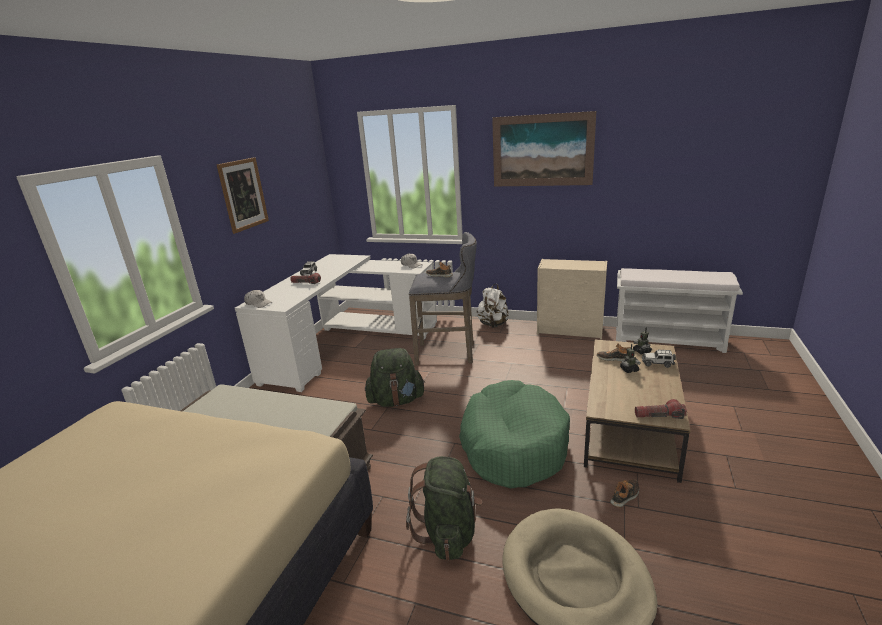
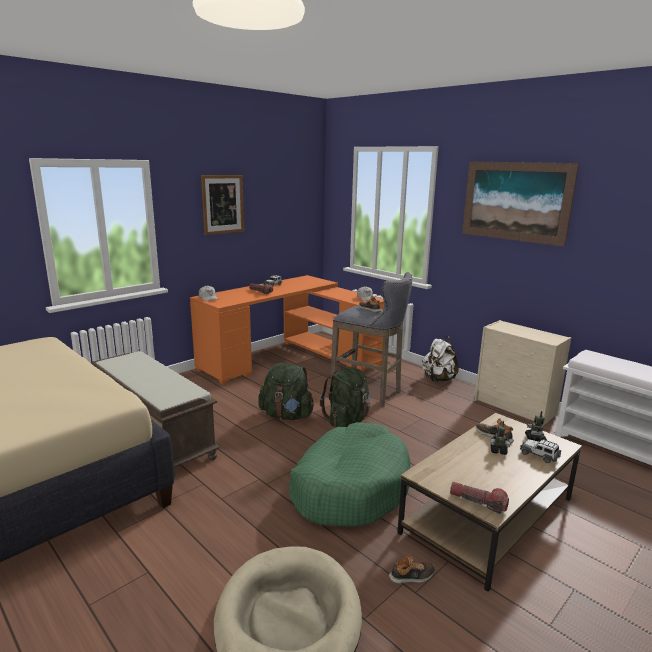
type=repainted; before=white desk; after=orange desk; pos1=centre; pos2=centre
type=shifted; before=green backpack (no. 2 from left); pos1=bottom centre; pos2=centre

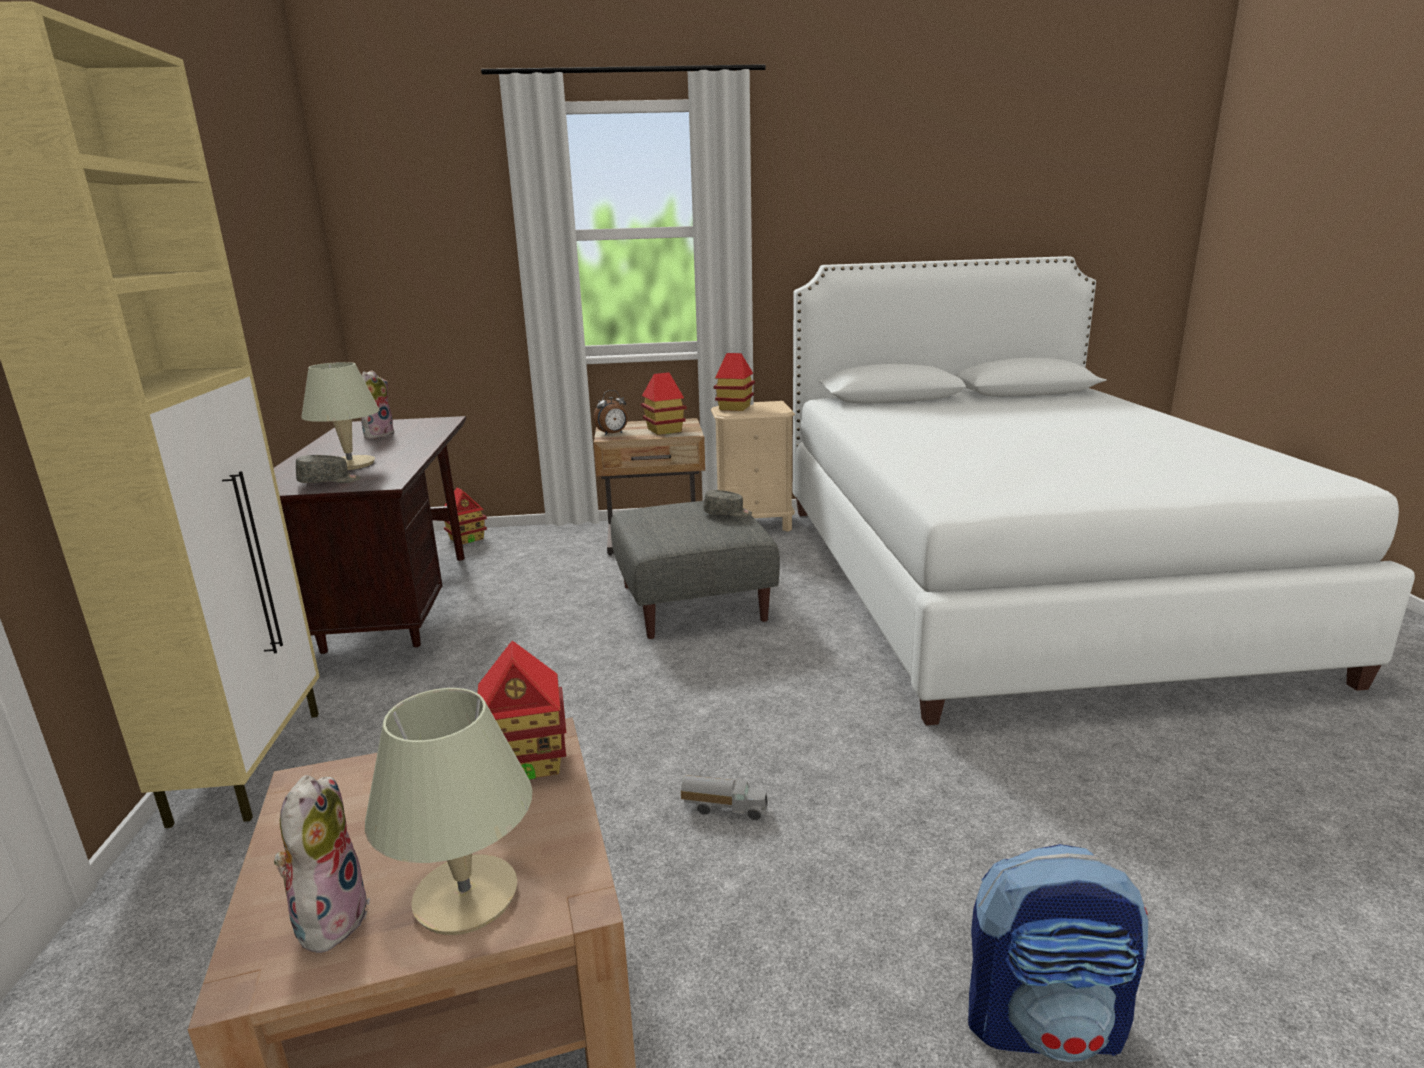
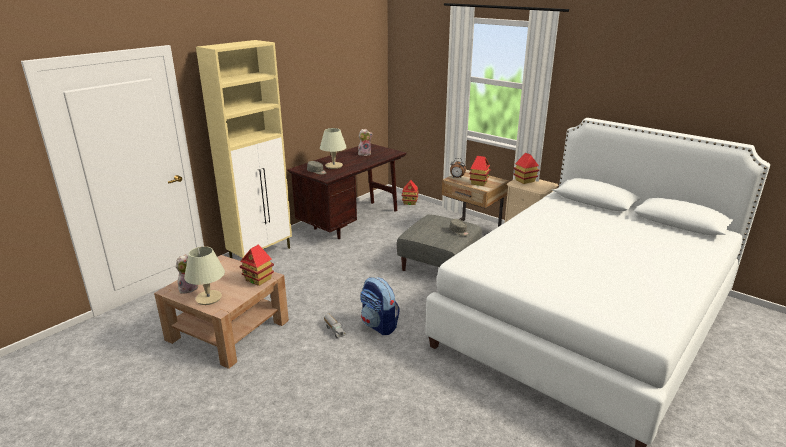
type=shifted; before=backpack; pos1=bottom right; pos2=bottom centre

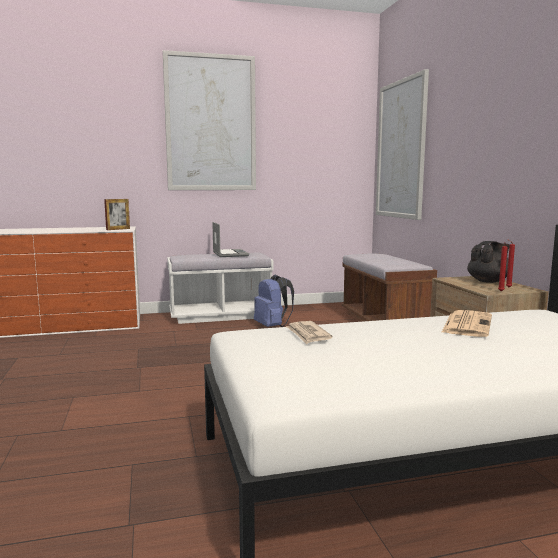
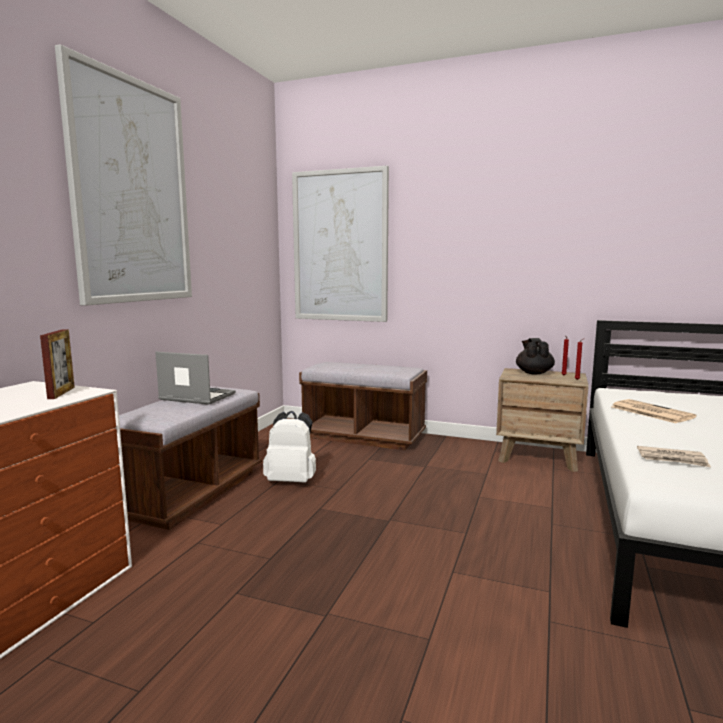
type=repainted; before=white bench; after=brown bench (no. 1 from left); pos1=centre; pos2=middle left
type=repainted; before=blue backpack; after=white backpack; pos1=centre; pos2=centre

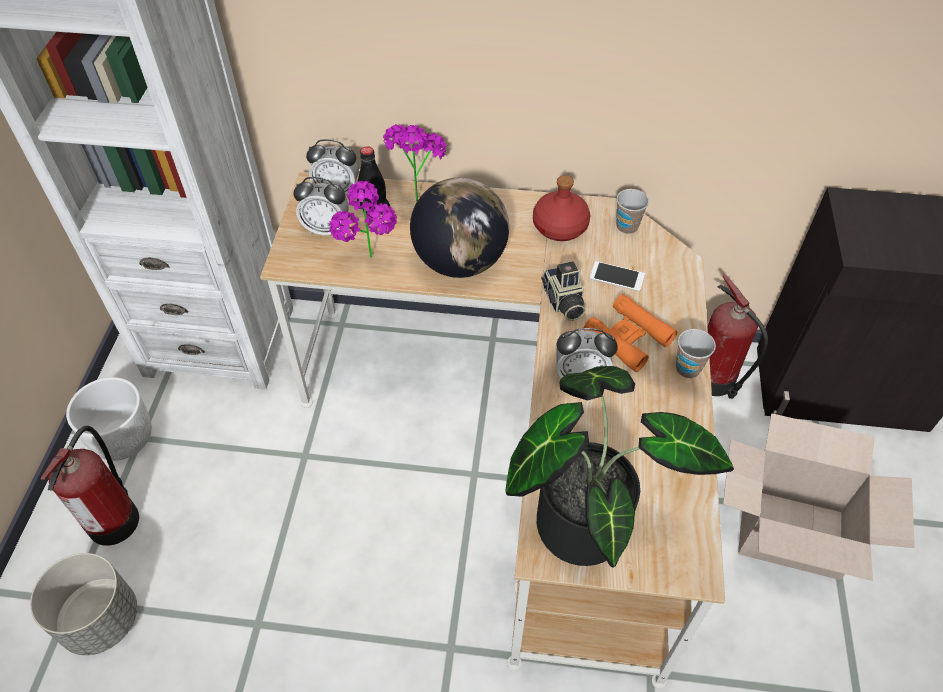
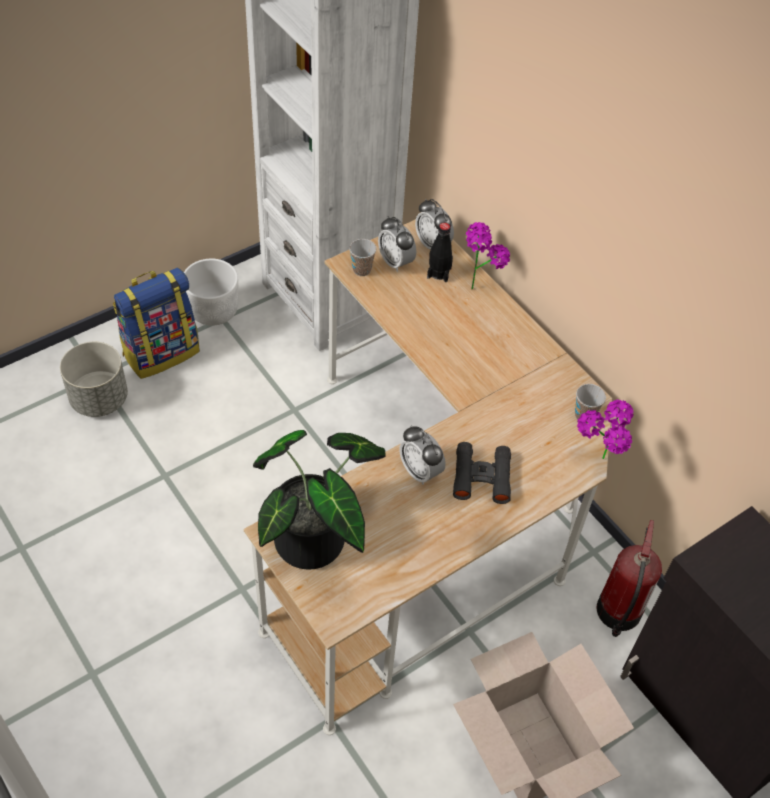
type=swapped; before=fire extinguisher (no. 1 from left); after=backpack; pos1=bottom left; pos2=middle left
type=shifted; before=potted plant (no. 1 from left in the first image); after=potted plant (no. 3 from left); pos1=top centre; pos2=middle right
type=gone; before=globe; pos1=top centre
type=gone; before=red bottle; pos1=top centre
type=gone; before=photo camera; pos1=centre
type=repainted; before=orange binoculars; after=black binoculars; pos1=middle right; pos2=centre
type=gone; before=phone; pos1=centre
type=shifted; before=cup (no. 2 from left in the first image); after=cup (no. 1 from left); pos1=middle right; pos2=top centre

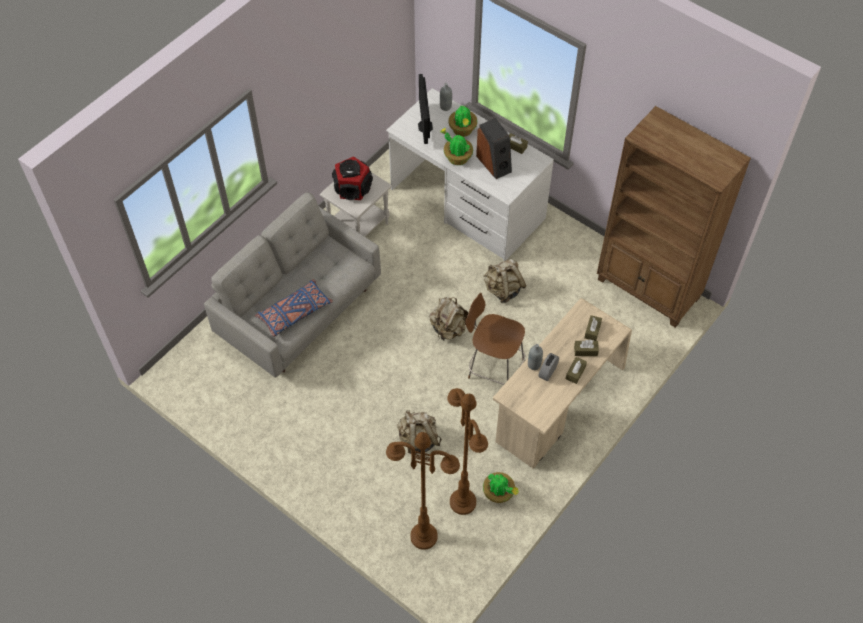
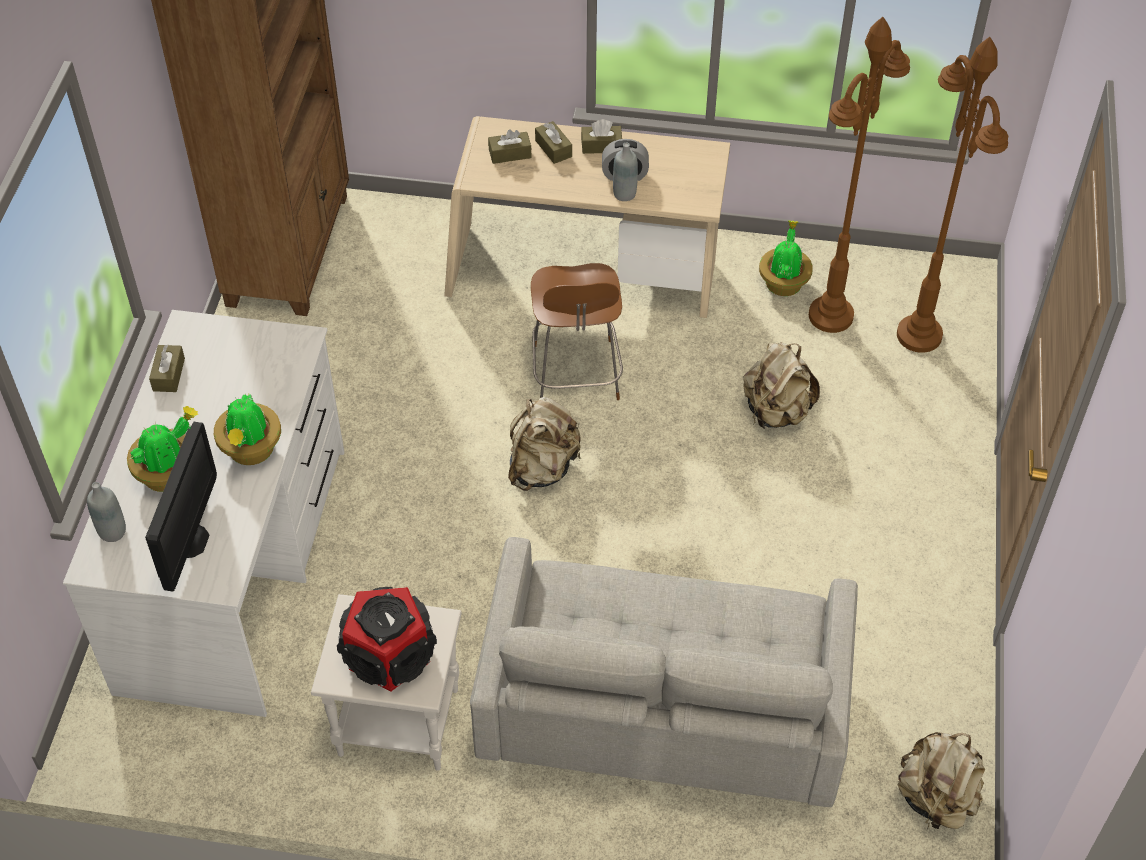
type=gone; before=blue pillow; pos1=centre
type=rotated; before=monitor; pos1=top centre; pos2=middle left; turn=-45
type=gone; before=speaker (no. 2 from left); pos1=top centre
type=shifted; before=beige backpack (no. 3 from left); pos1=centre; pos2=bottom right

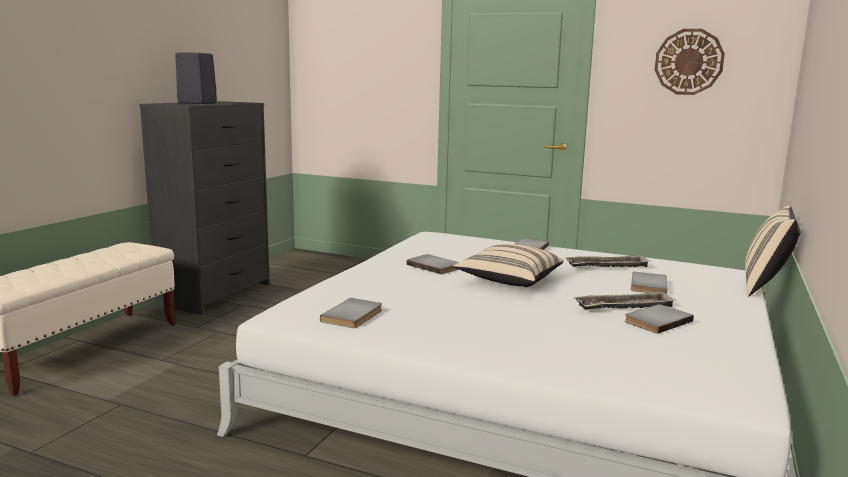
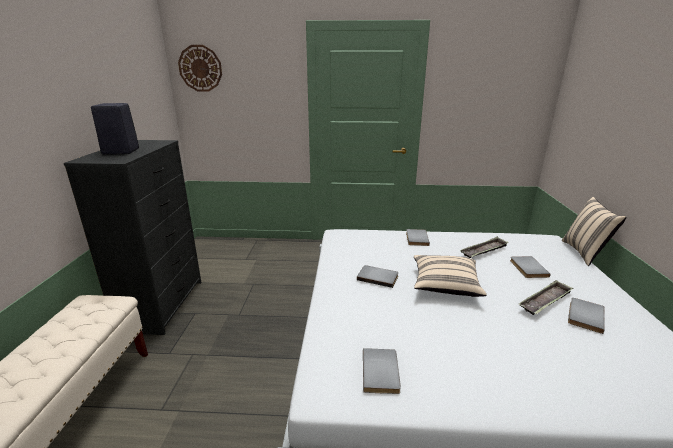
type=shifted; before=wall clock; pos1=top right; pos2=top left

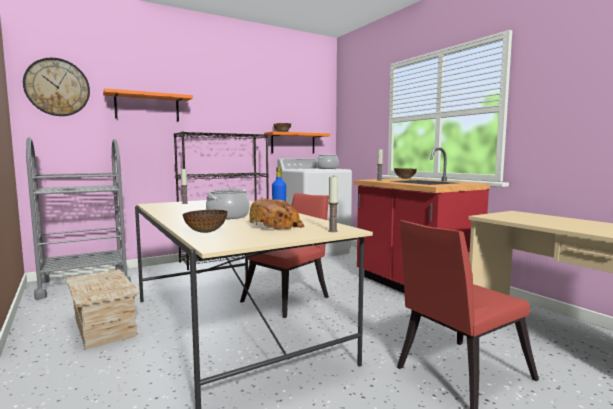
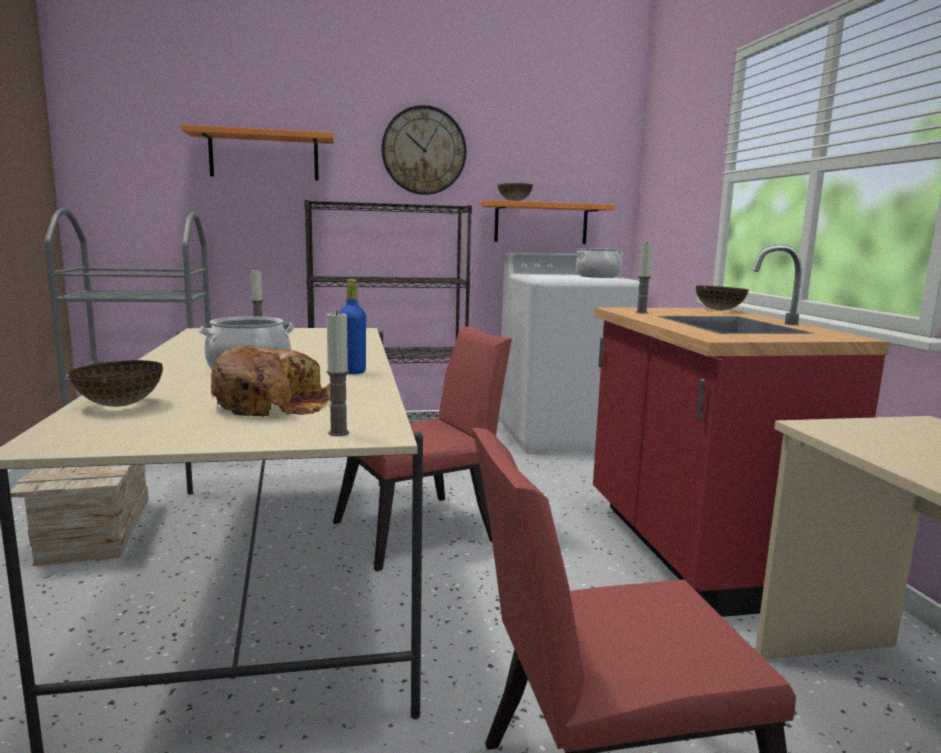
type=shifted; before=wall clock; pos1=top left; pos2=top centre

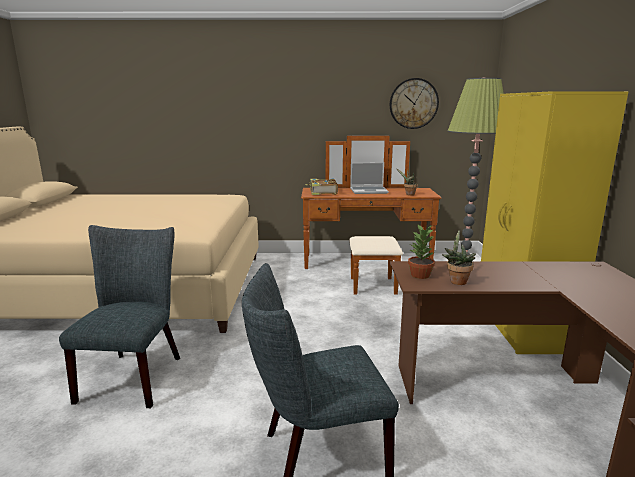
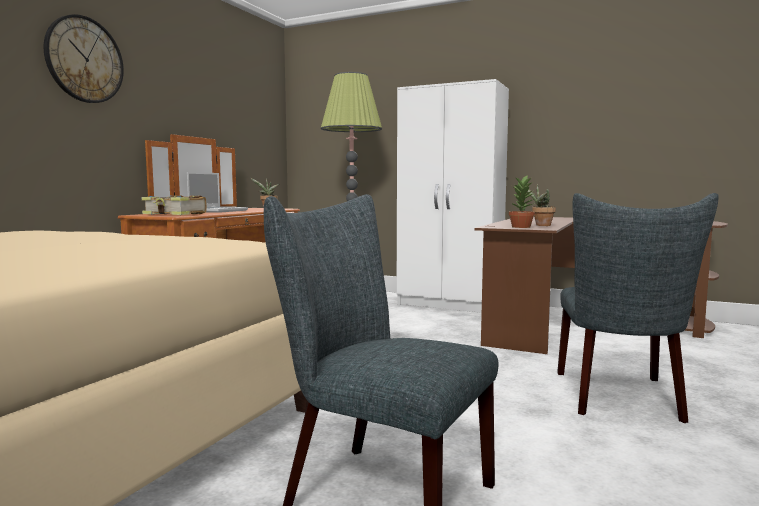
type=shifted; before=wall clock; pos1=top centre; pos2=top left
type=repainted; before=yellow wardrobe; after=white wardrobe; pos1=middle right; pos2=centre

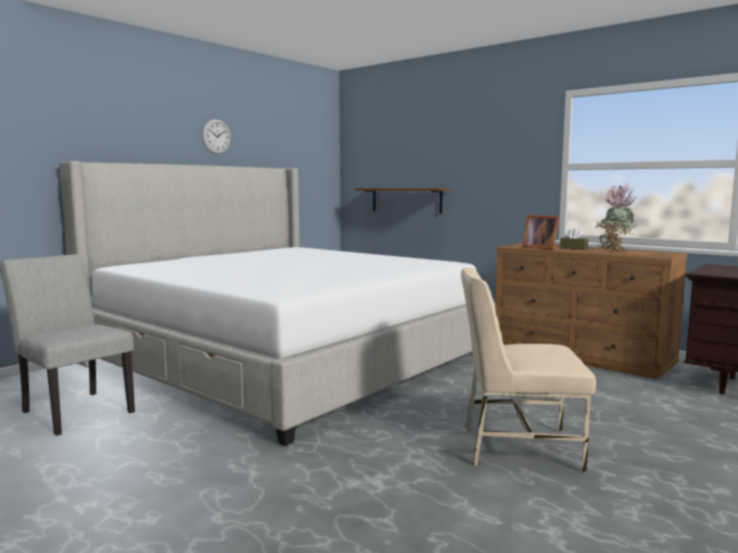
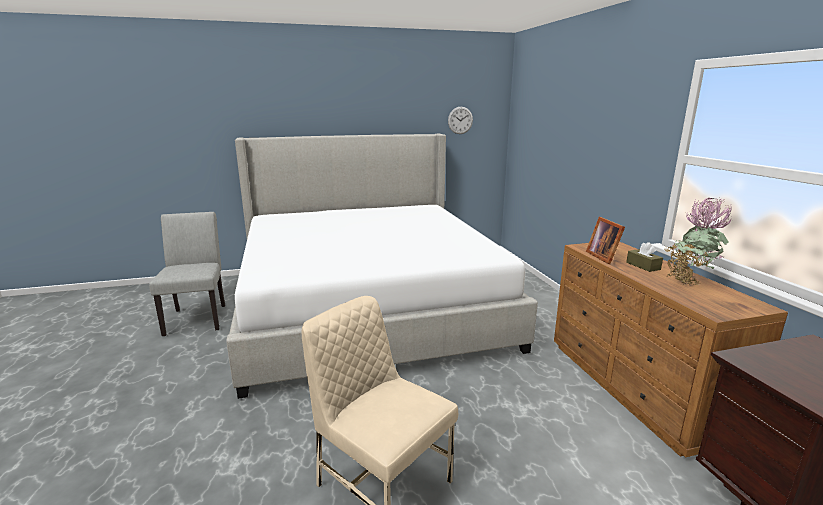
type=shifted; before=wall clock; pos1=top left; pos2=top centre
type=gone; before=brown shelf; pos1=centre

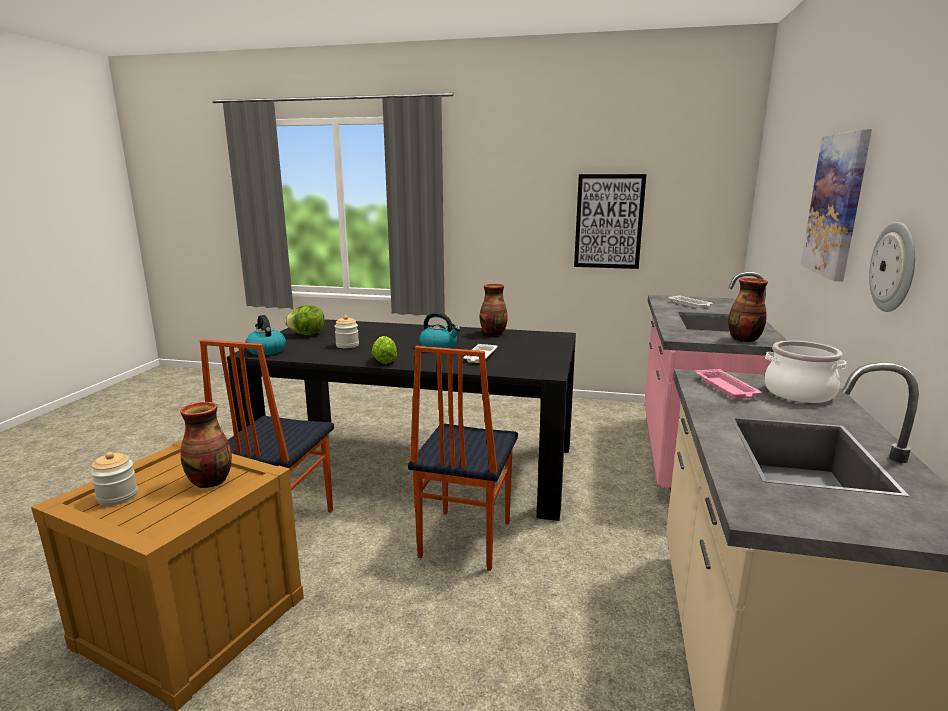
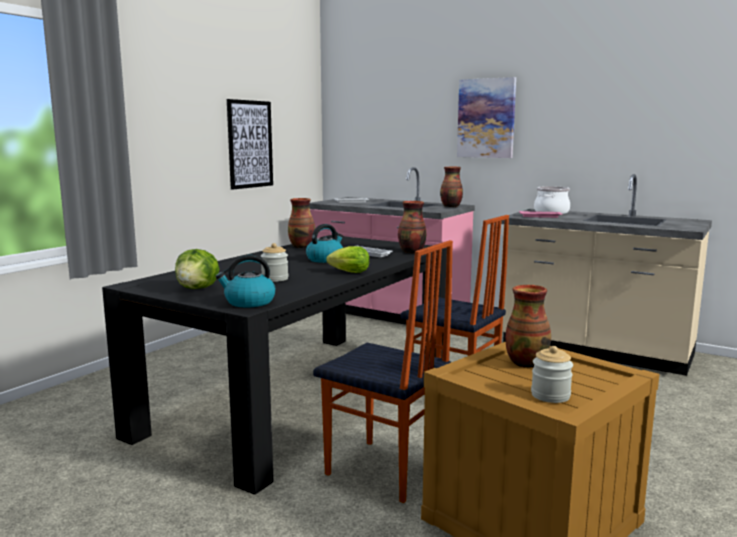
type=gone; before=wall clock; pos1=middle right
type=new; after=vase (no. 2 from left); pos2=centre

